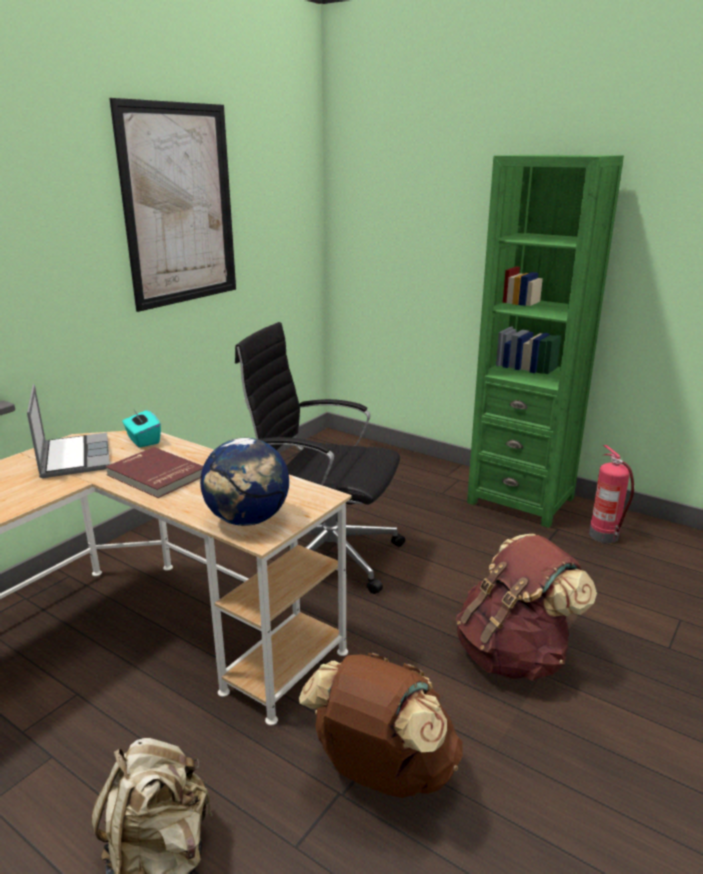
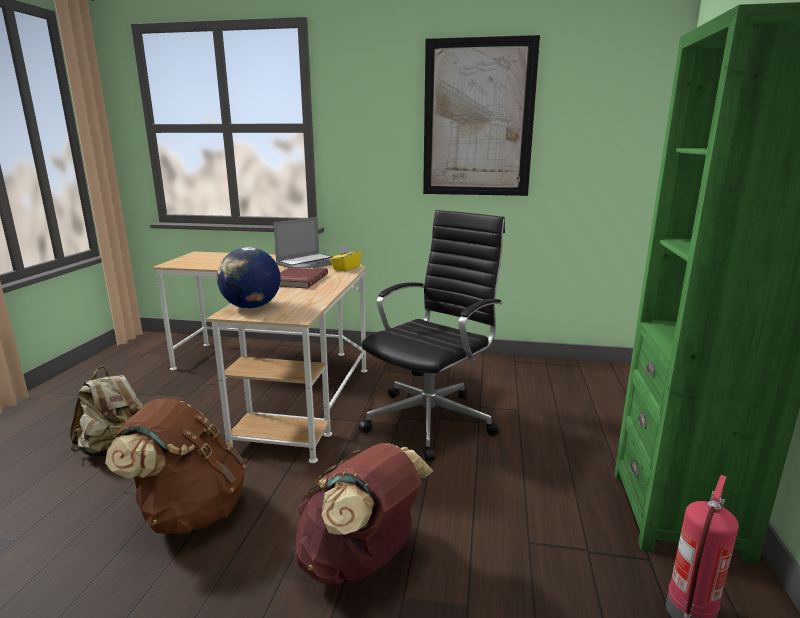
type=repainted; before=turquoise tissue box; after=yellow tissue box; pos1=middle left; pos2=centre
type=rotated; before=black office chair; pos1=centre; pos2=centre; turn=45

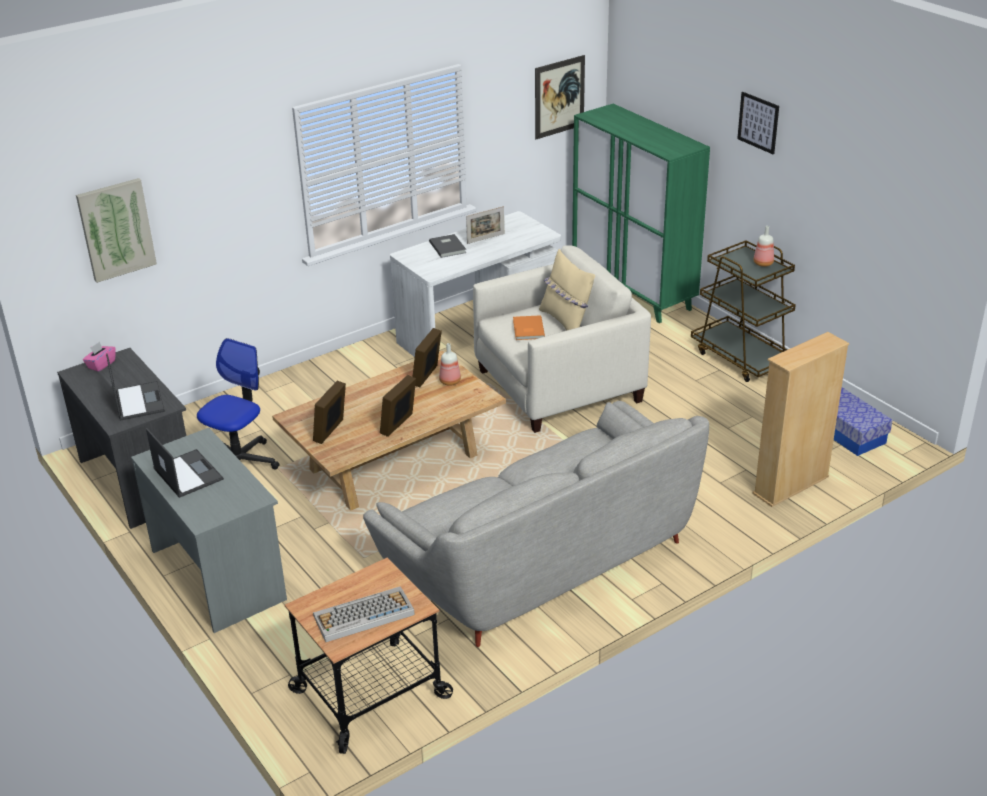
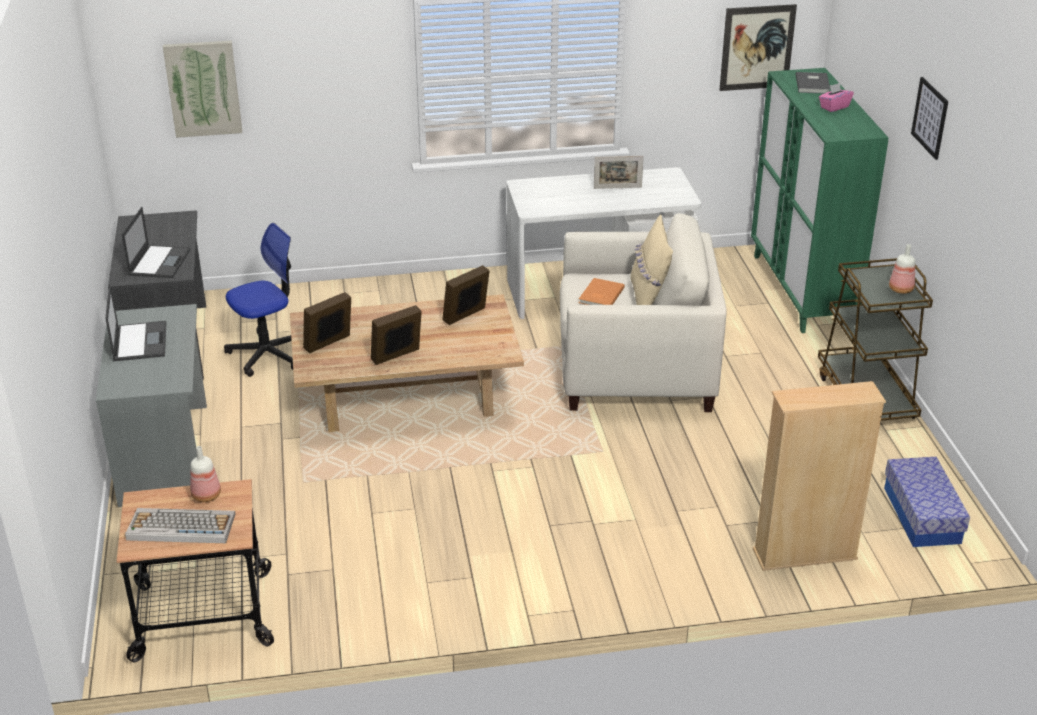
type=shifted; before=pink tissue box; pos1=middle left; pos2=top right
type=gone; before=grey sofa; pos1=centre
type=shifted; before=grey book; pos1=top centre; pos2=top right
type=shifted; before=bottle (no. 1 from left); pos1=centre; pos2=middle left

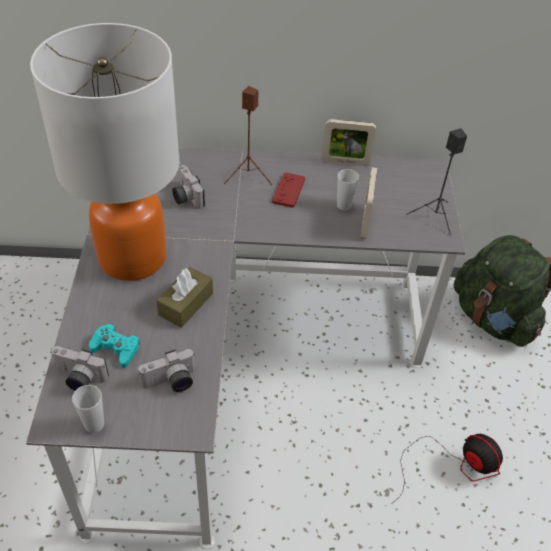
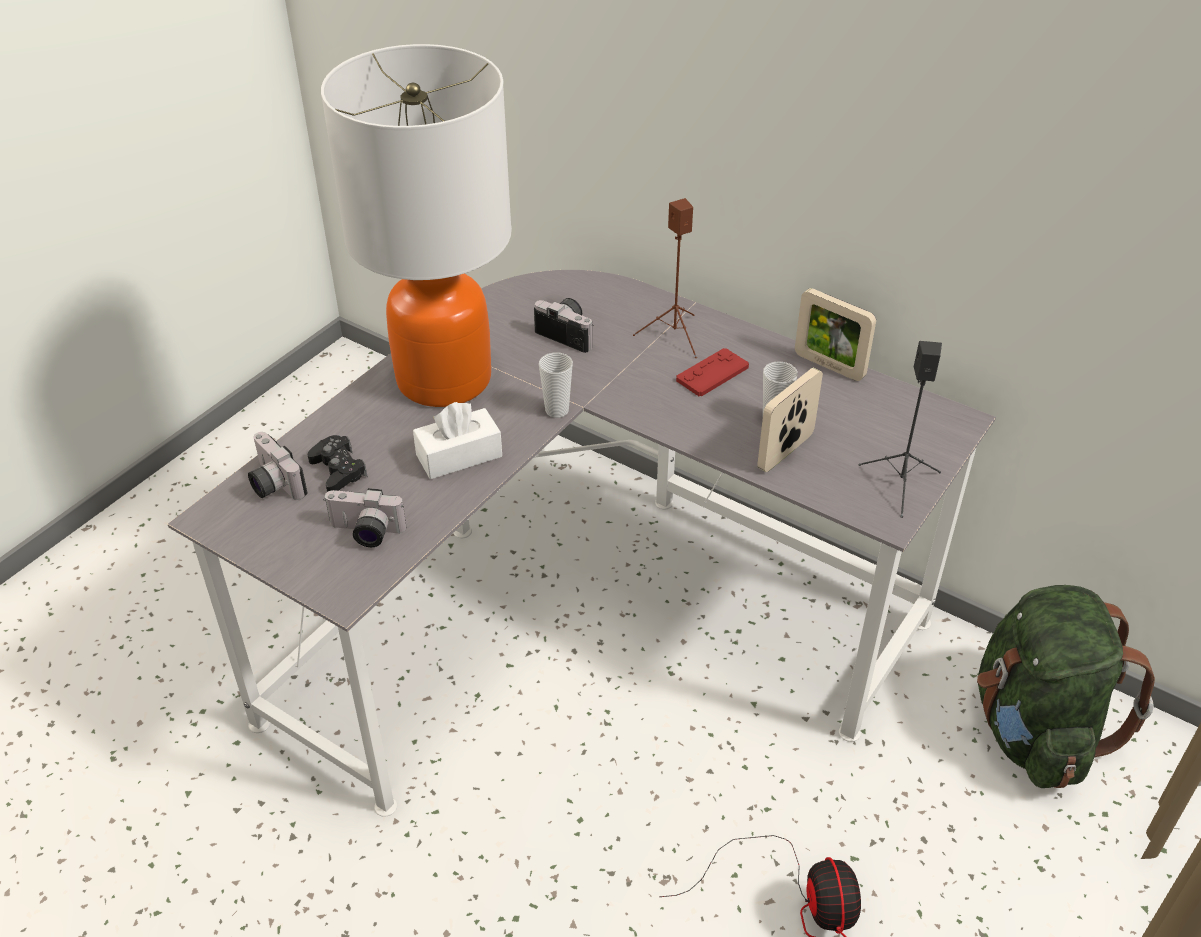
type=shifted; before=cup (no. 1 from left); pos1=bottom left; pos2=centre
type=repainted; before=turquoise game controller; after=black game controller; pos1=middle left; pos2=middle left
type=repainted; before=brown tissue box; after=white tissue box; pos1=centre; pos2=centre
type=rotated; before=photo camera (no. 3 from left); pos1=centre; pos2=centre; turn=120

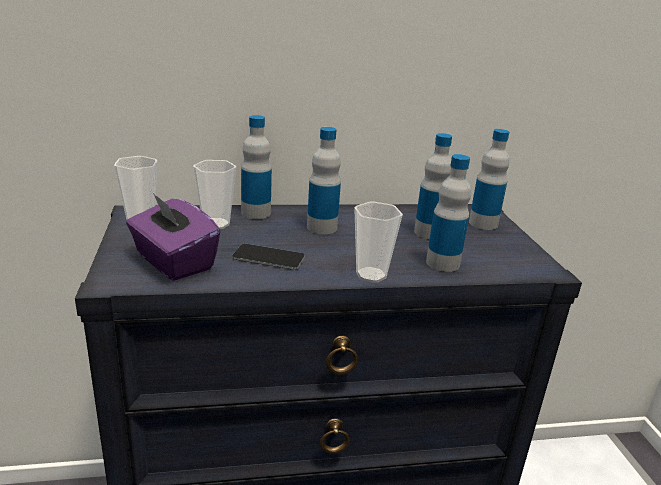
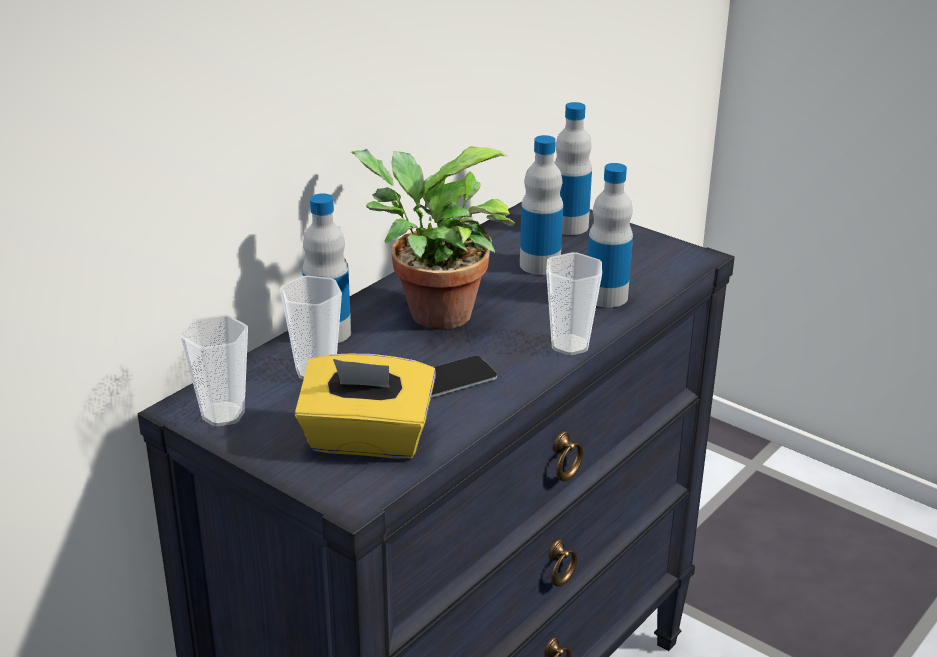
type=repainted; before=purple tissue box; after=yellow tissue box; pos1=middle left; pos2=centre
type=swapped; before=bottle (no. 2 from left); after=potted plant; pos1=centre; pos2=centre

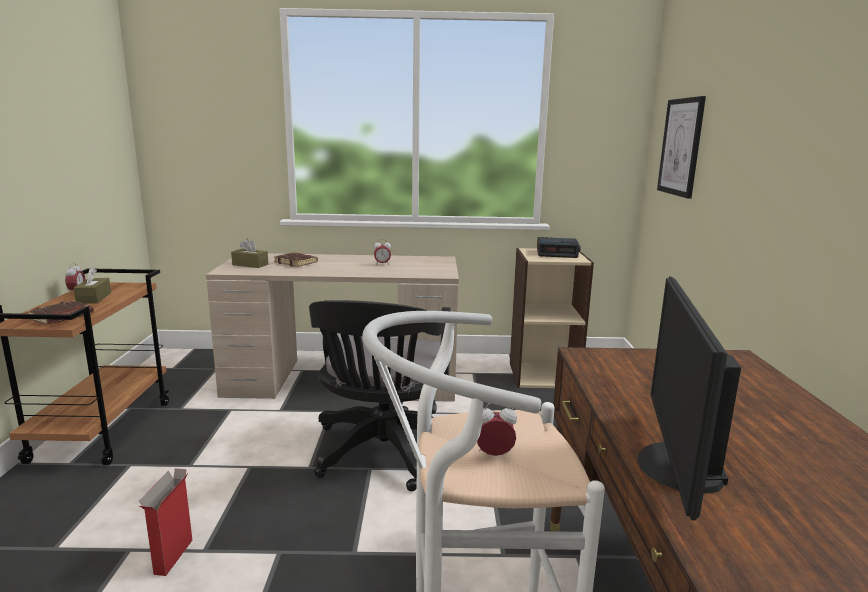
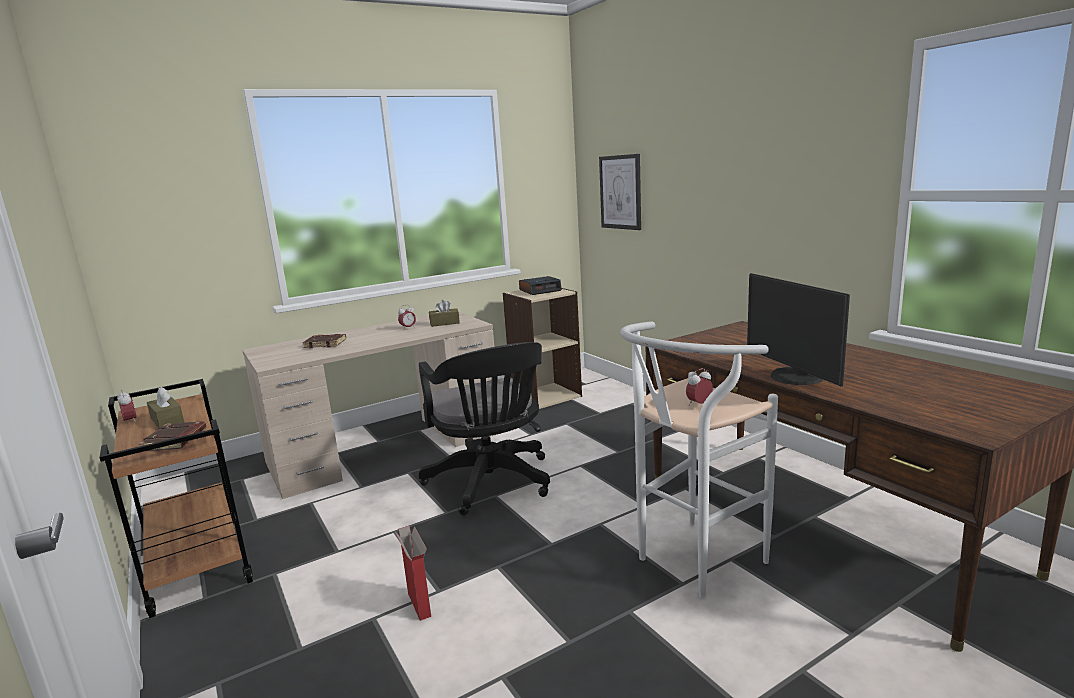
type=shifted; before=brown tissue box (no. 2 from left); pos1=middle left; pos2=centre

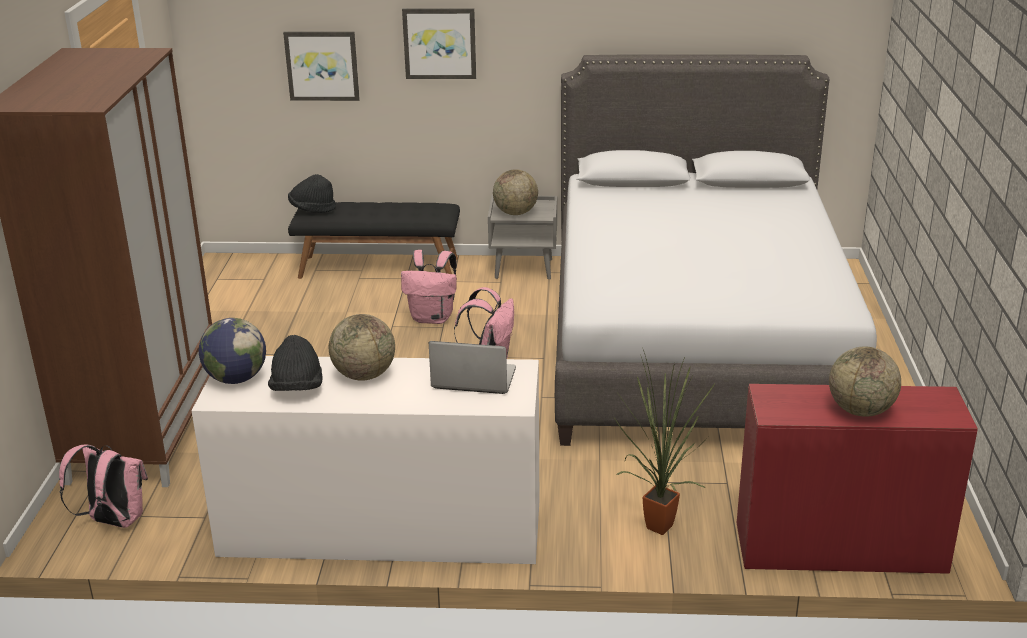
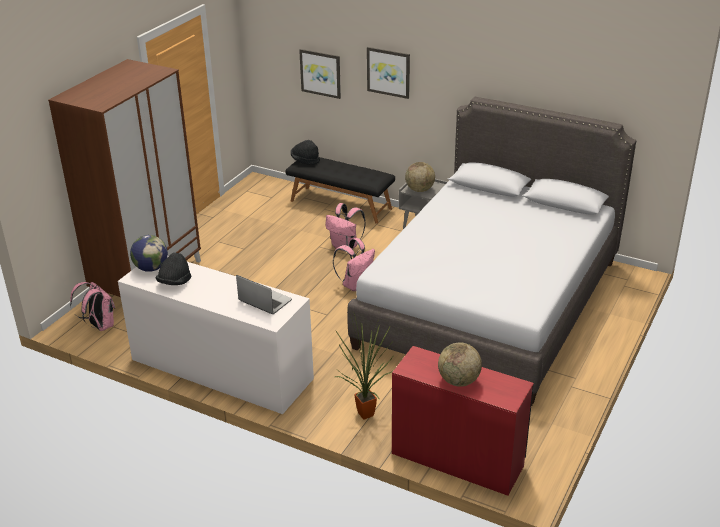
type=gone; before=globe (no. 2 from left); pos1=centre

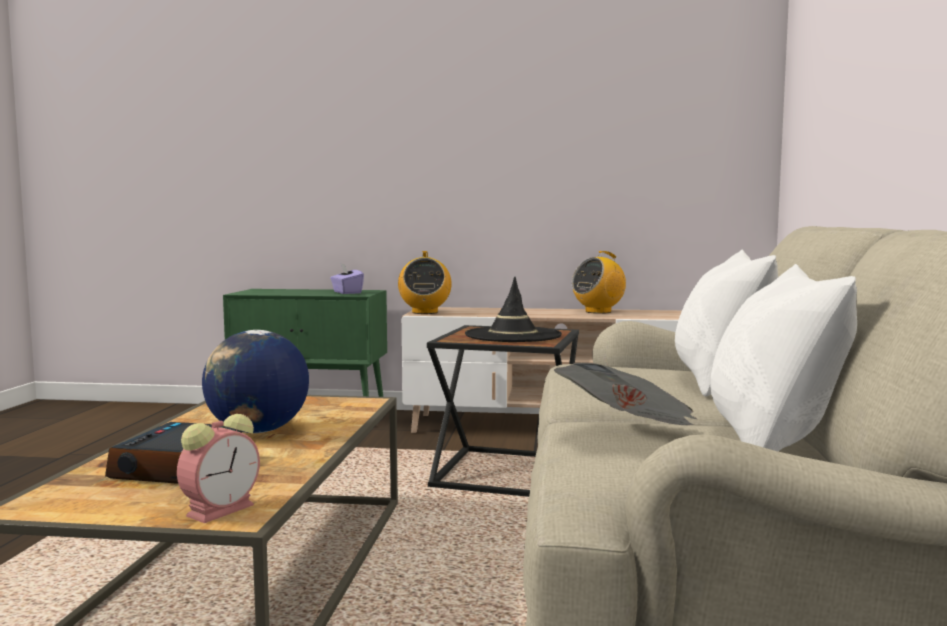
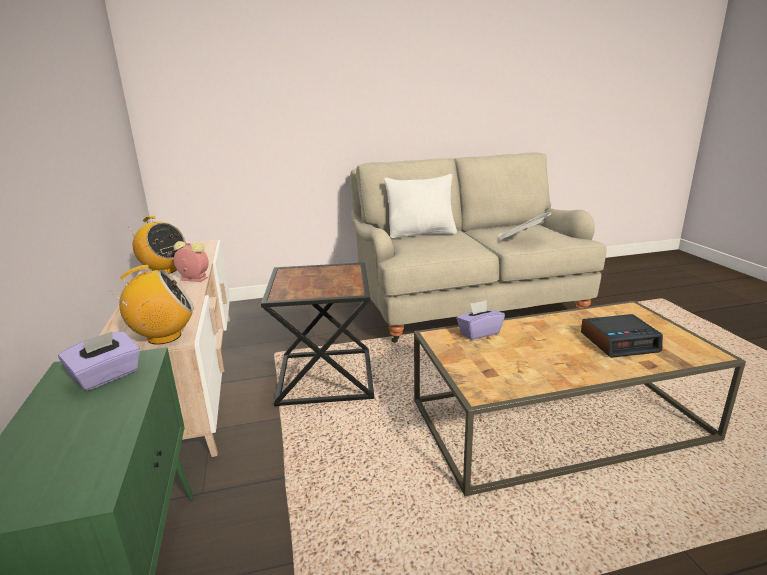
type=shifted; before=alarm clock (no. 2 from left in the first image); after=alarm clock (no. 1 from left); pos1=bottom left; pos2=middle left
type=gone; before=globe; pos1=middle left
type=gone; before=black hat; pos1=centre
type=gone; before=white pillow (no. 2 from left); pos1=middle right
type=new; after=purple tissue box (no. 2 from left); pos2=centre

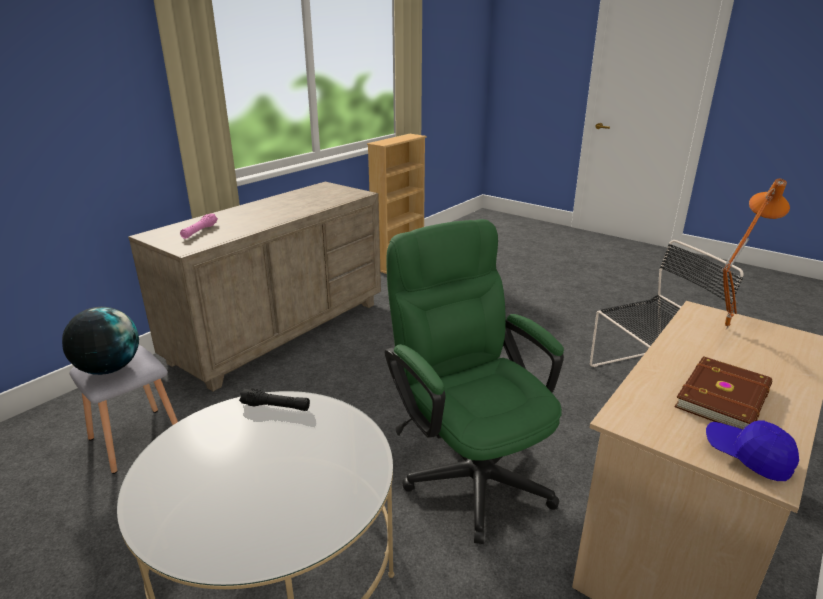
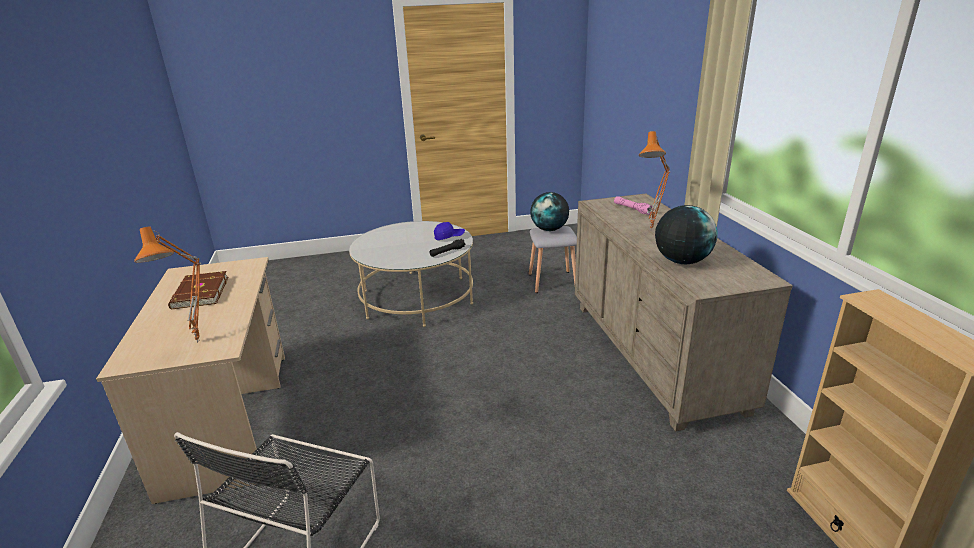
type=gone; before=green office chair; pos1=centre
type=shifted; before=blue cap; pos1=bottom right; pos2=centre
type=new; after=orange table lamp (no. 2 from left); pos2=top right
type=new; after=globe (no. 2 from left); pos2=middle right

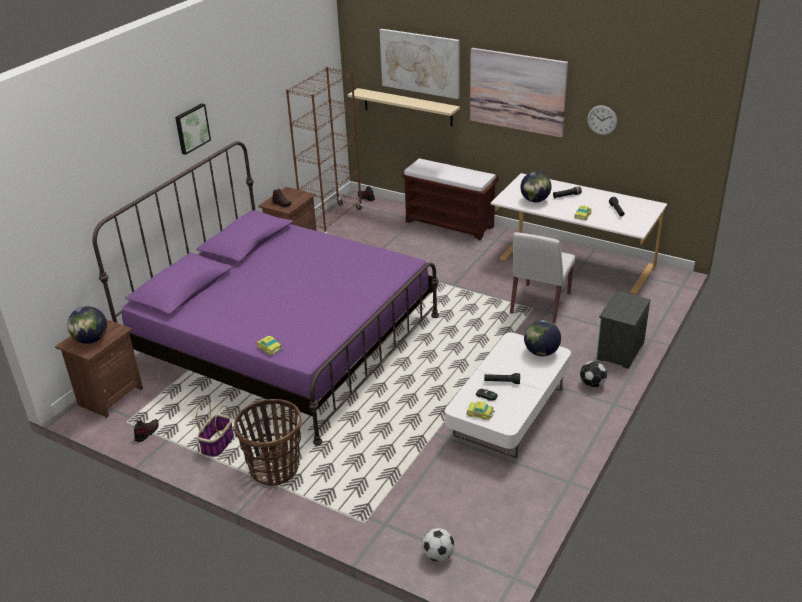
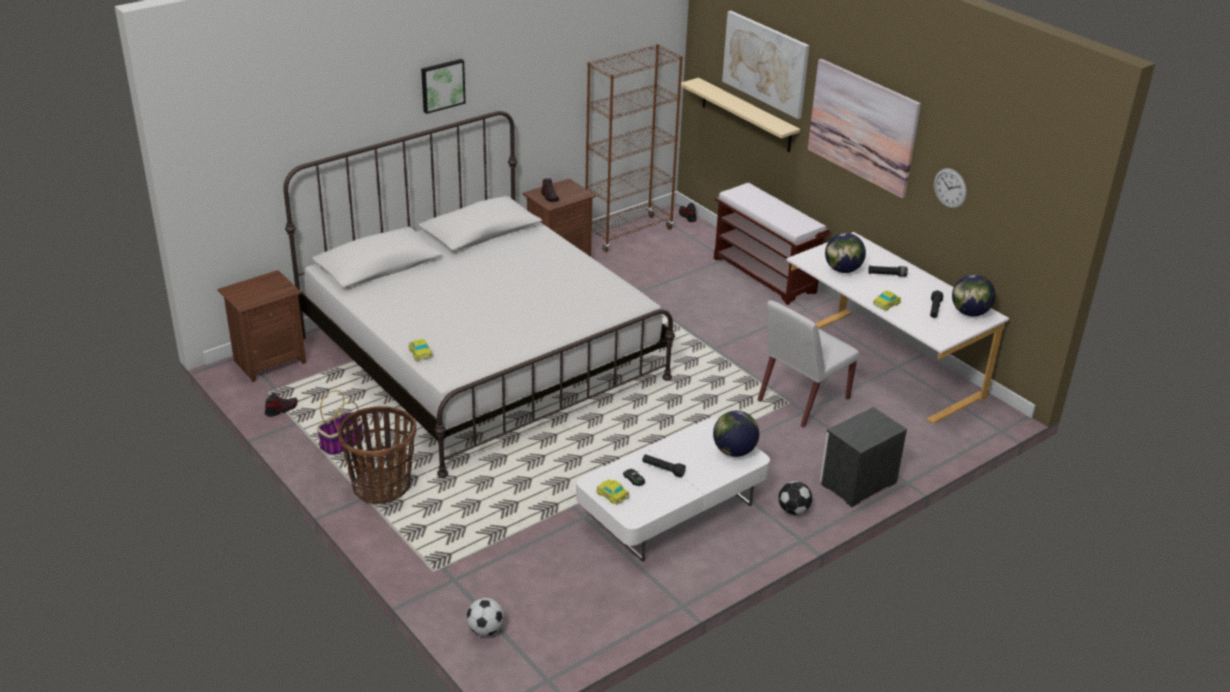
type=shifted; before=globe (no. 1 from left in the first image); after=globe (no. 3 from left); pos1=middle left; pos2=middle right
type=repainted; before=purple bed; after=white bed; pos1=middle left; pos2=centre

